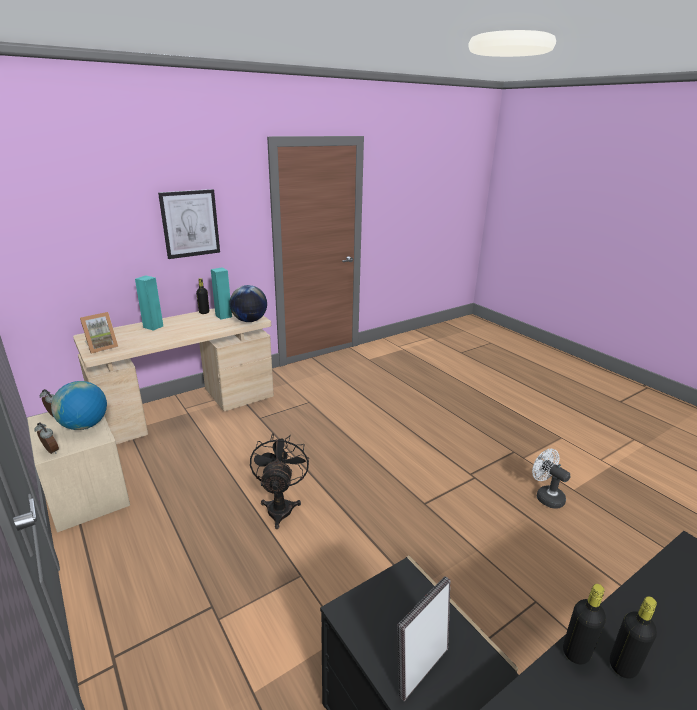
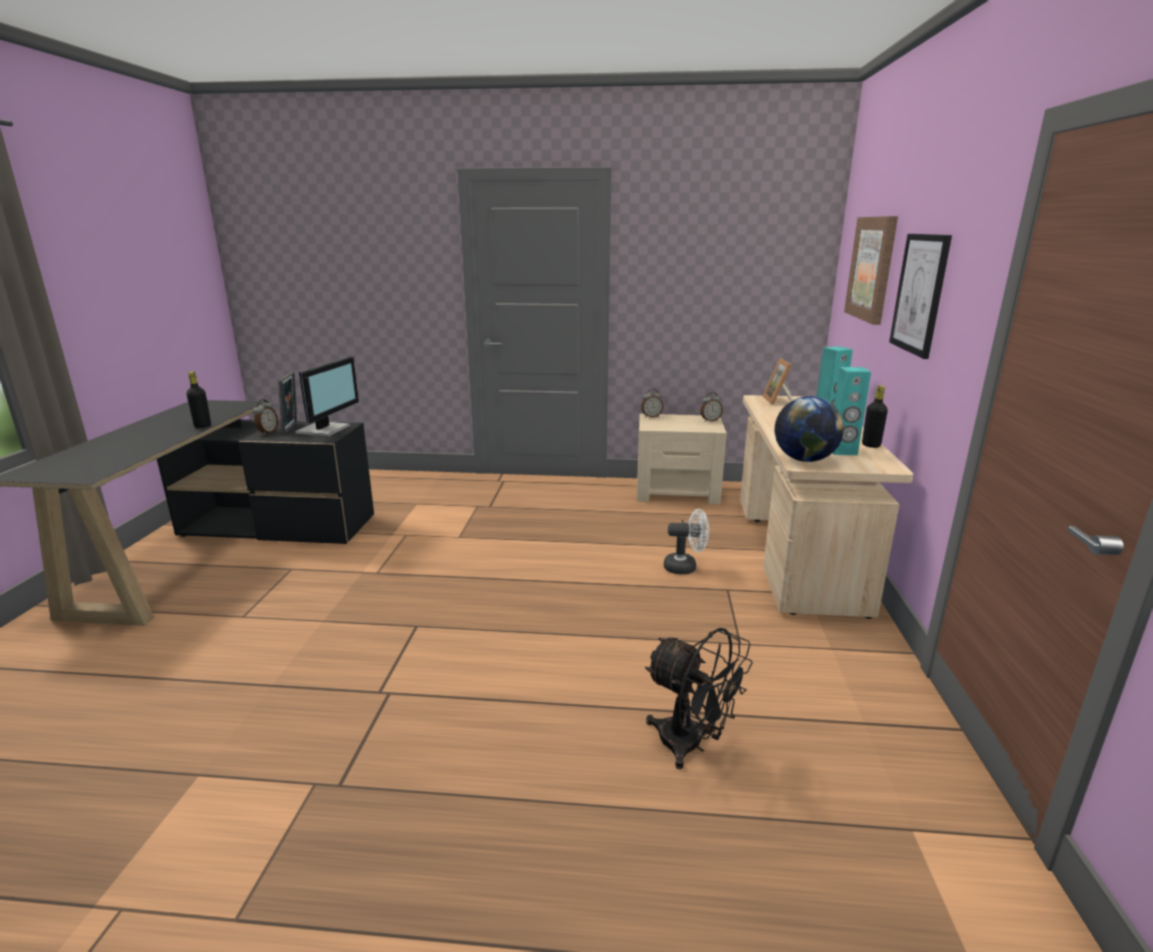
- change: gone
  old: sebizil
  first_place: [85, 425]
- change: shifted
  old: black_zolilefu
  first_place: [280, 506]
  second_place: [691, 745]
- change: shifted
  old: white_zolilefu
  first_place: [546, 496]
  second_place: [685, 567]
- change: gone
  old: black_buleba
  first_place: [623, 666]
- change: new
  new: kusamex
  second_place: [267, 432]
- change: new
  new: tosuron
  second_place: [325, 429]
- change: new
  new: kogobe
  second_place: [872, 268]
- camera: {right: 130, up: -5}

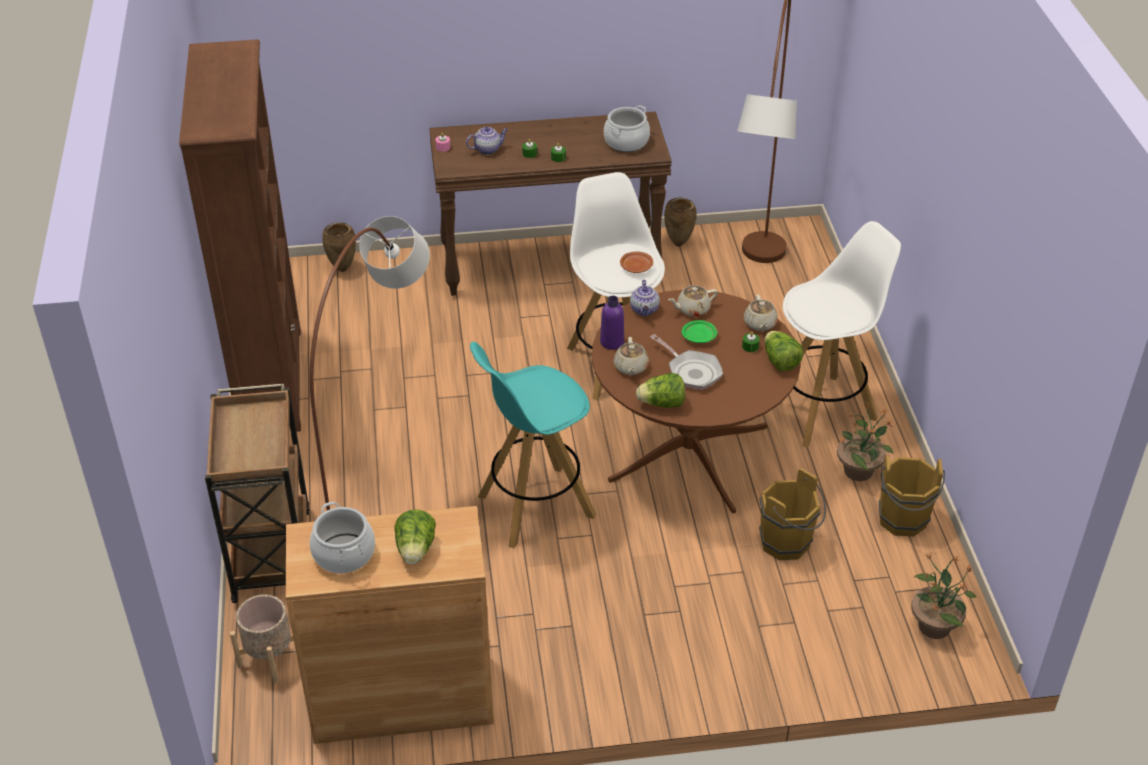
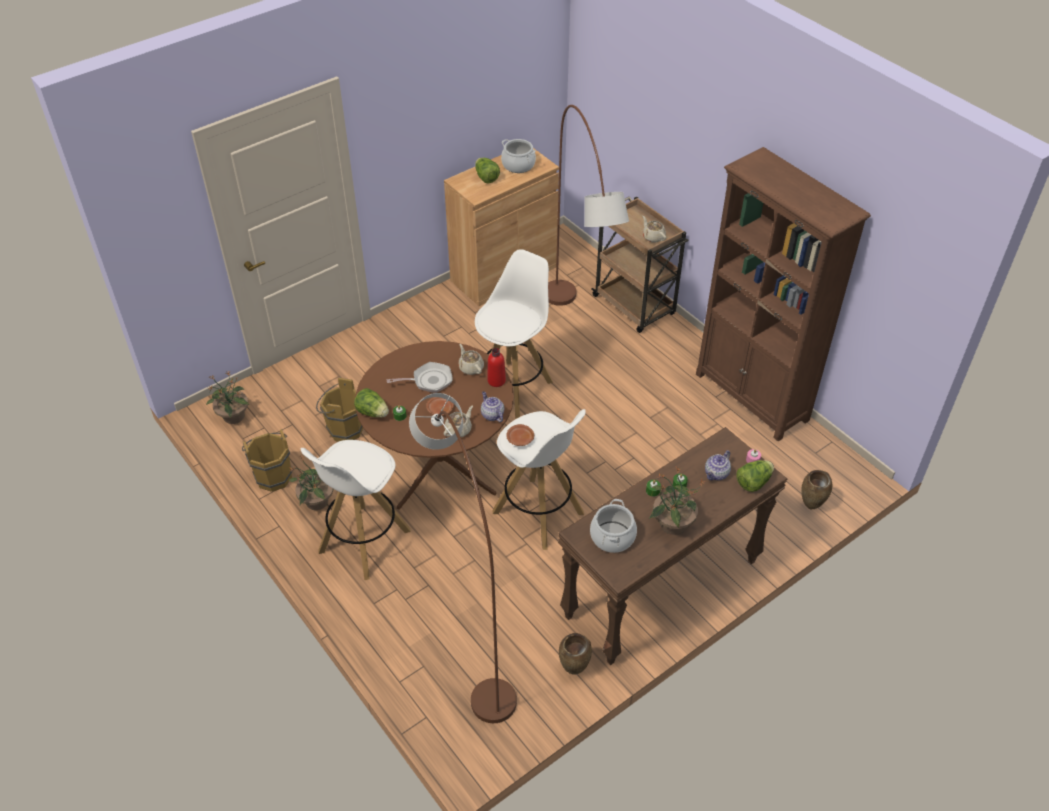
- change: gone
  old: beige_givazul
  first_place: [269, 657]
- change: repainted
  old: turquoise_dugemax
  new: white_dugemax
  first_place: [534, 506]
  second_place: [513, 388]
- change: repainted
  old: purple_buleba
  new: red_buleba
  first_place: [612, 342]
  second_place: [496, 381]
- change: shifted
  old: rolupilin
  first_place: [662, 404]
  second_place: [753, 482]
- change: rotated
  old: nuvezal
  first_place: [691, 371]
  second_place: [429, 381]
  degrees: 150
- change: repainted
  old: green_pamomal
  new: brown_pamomal
  first_place: [699, 336]
  second_place: [440, 409]
- change: shifted
  old: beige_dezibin
  first_place: [760, 324]
  second_place: [653, 237]
- change: new
  new: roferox
  second_place: [672, 524]
- camera: {right: 150, up: 5}

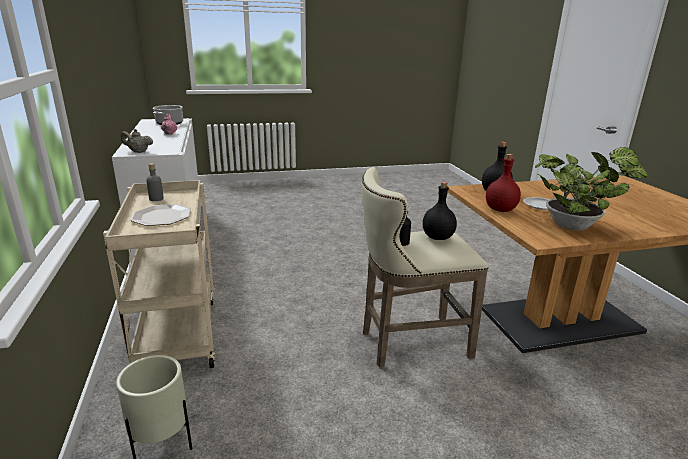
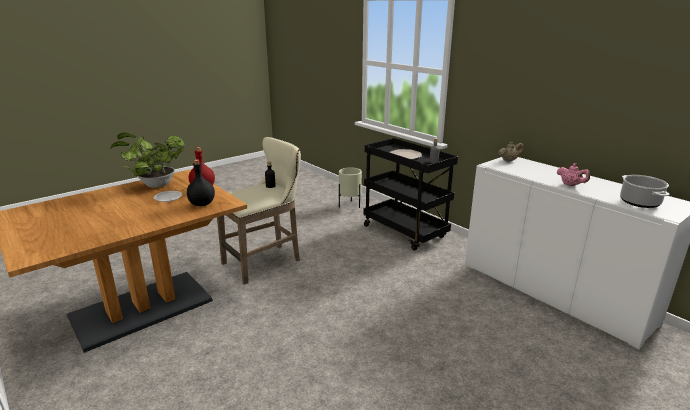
- change: repainted
  old: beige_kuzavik
  new: black_kuzavik
  first_place: [177, 333]
  second_place: [405, 232]
- change: gone
  old: black_buleba
  first_place: [437, 237]
- camera: {right: 155, up: 0}

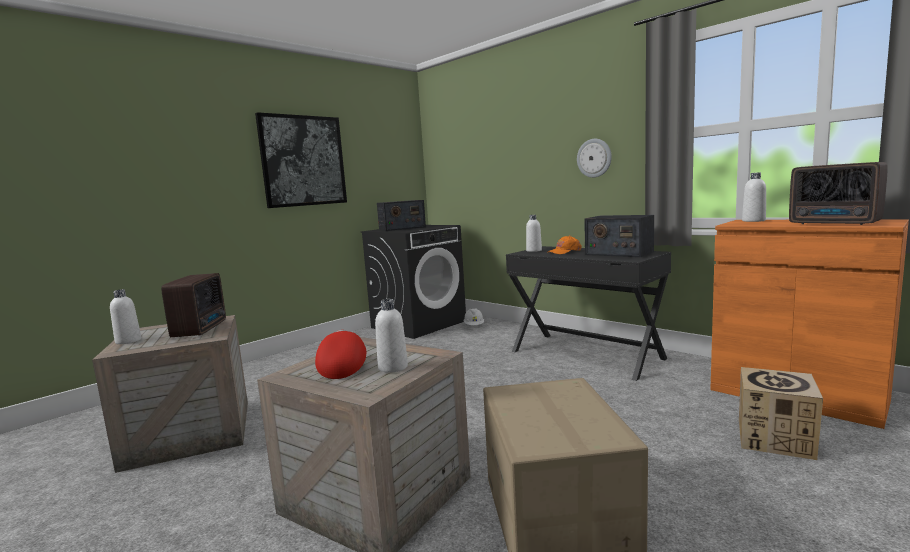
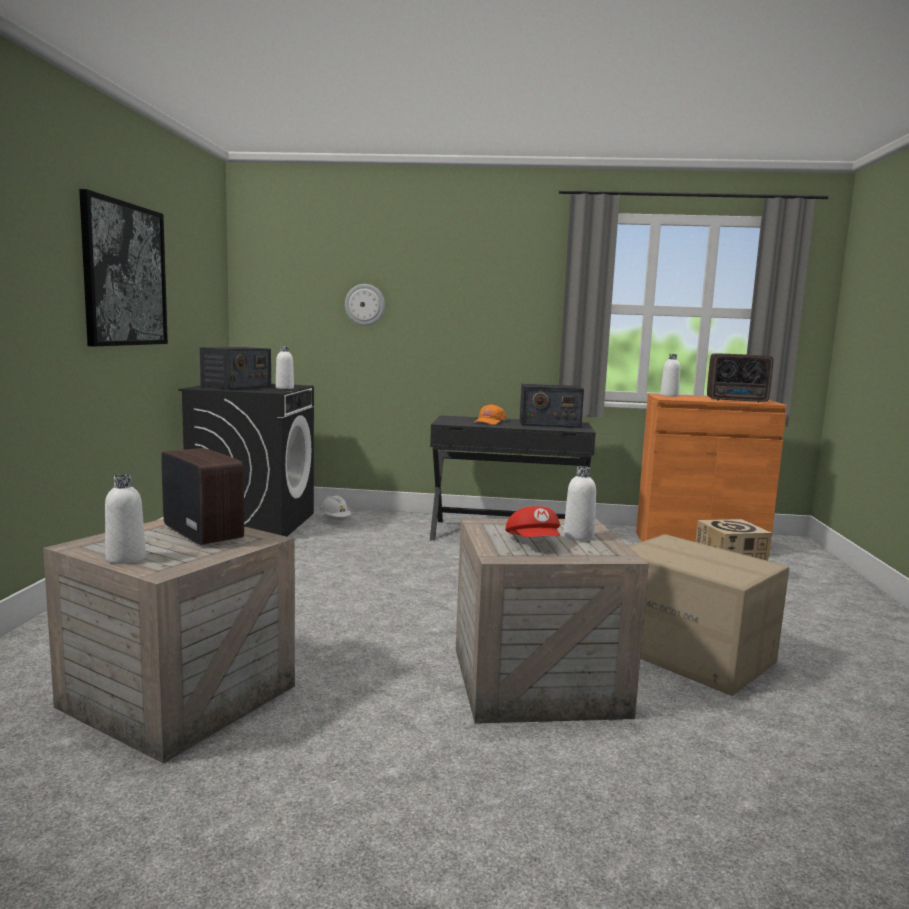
- change: rotated
  old: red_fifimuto
  first_place: [342, 367]
  second_place: [534, 543]
  degrees: -150
- change: shifted
  old: white_buleba
  first_place: [534, 250]
  second_place: [284, 388]
- change: shifted
  old: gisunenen
  first_place: [594, 158]
  second_place: [365, 304]
- camera: {right: -40, up: 0}

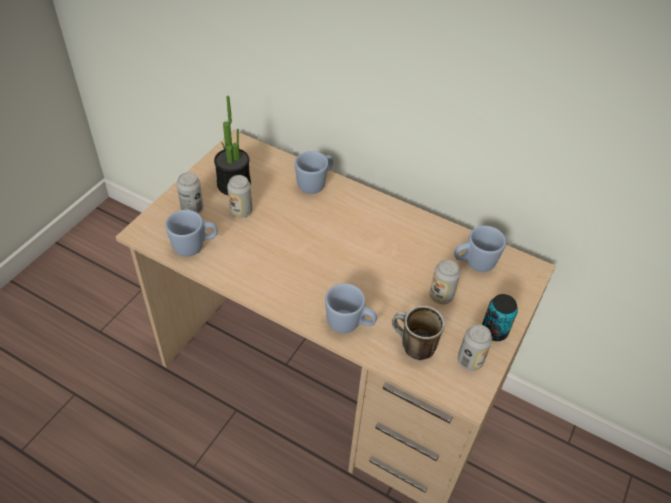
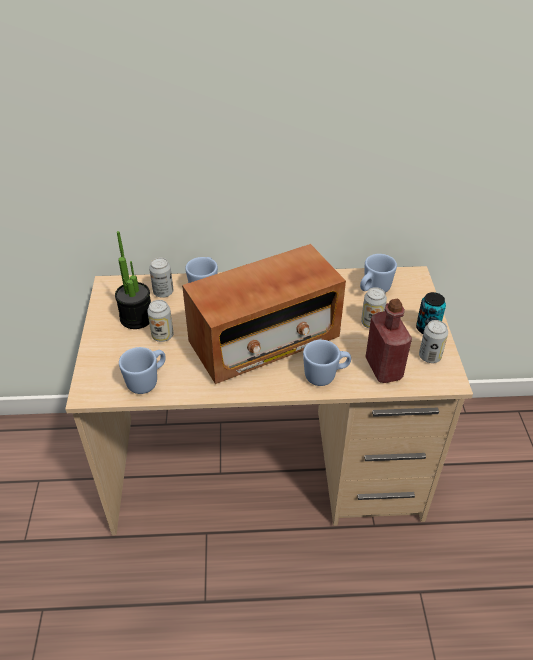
- change: shifted
  old: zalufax
  first_place: [192, 209]
  second_place: [163, 292]
- change: swapped
  old: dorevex
  new: red_buleba
  first_place: [412, 347]
  second_place: [383, 368]
- change: new
  new: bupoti
  second_place: [264, 341]
- camera: {right: -30, up: -5}

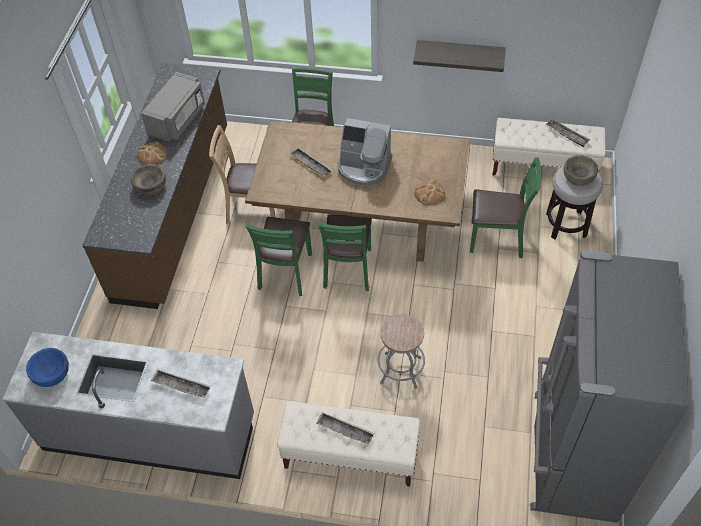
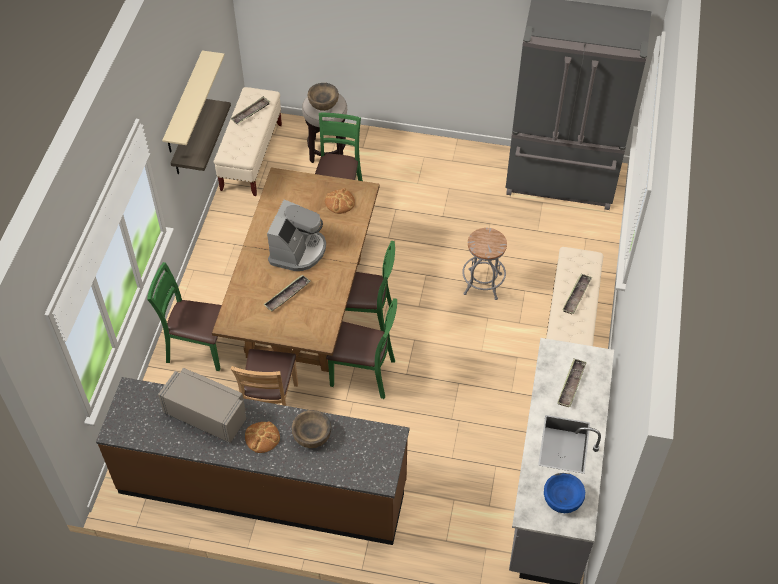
- change: new
  new: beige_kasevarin
  second_place: [184, 103]
- camera: {right: -90, up: 0}

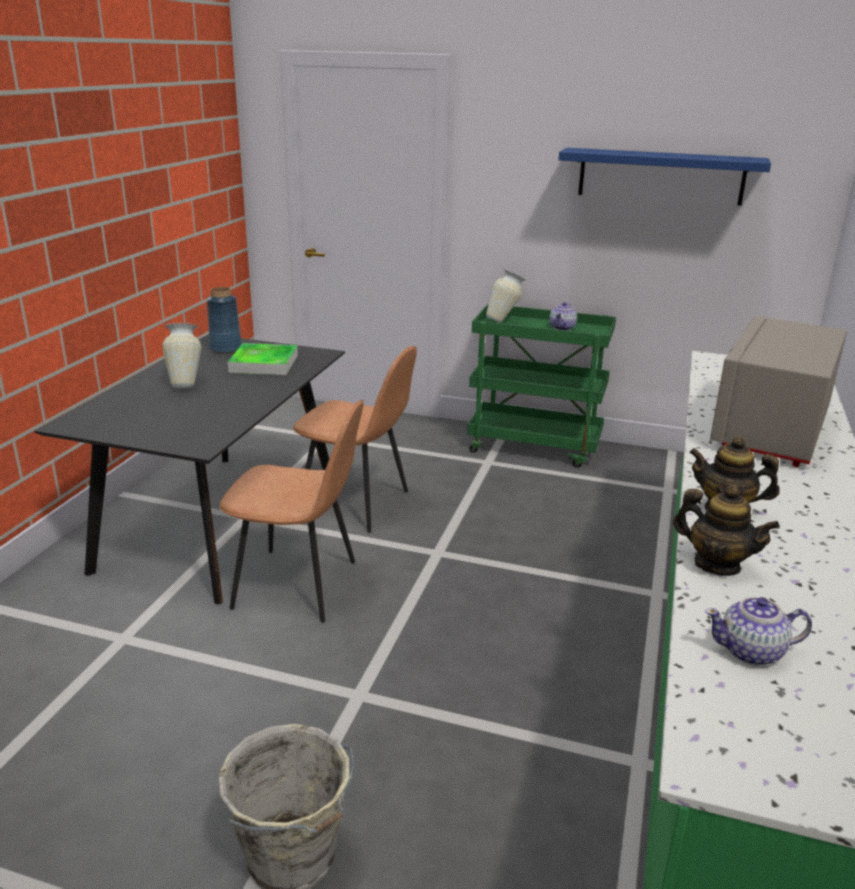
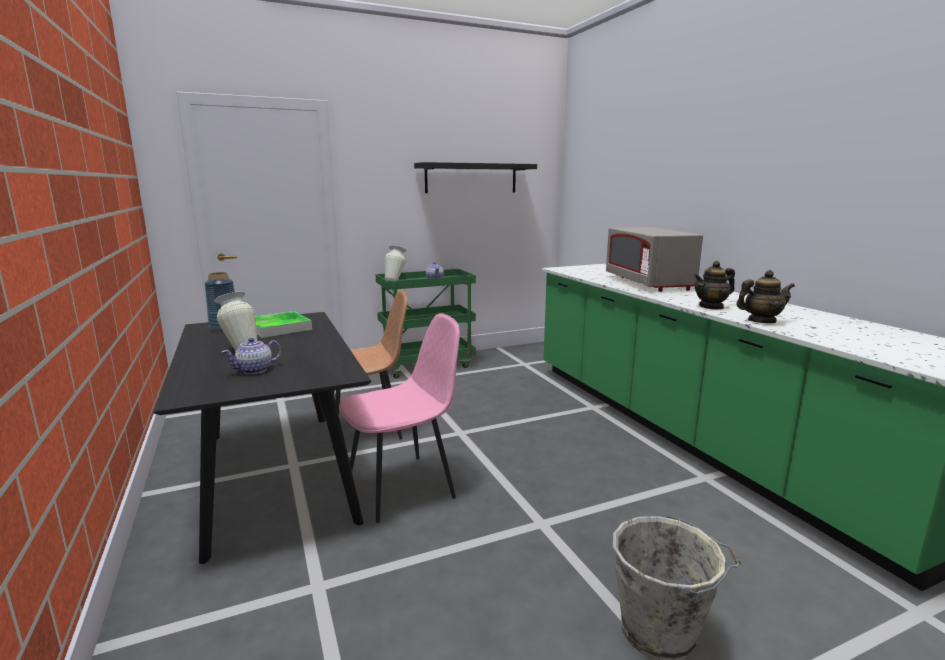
- change: repainted
  old: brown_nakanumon
  new: pink_nakanumon
  first_place: [299, 585]
  second_place: [403, 486]
- change: repainted
  old: blue_kasevarin
  new: black_kasevarin
  first_place: [660, 176]
  second_place: [471, 178]
- change: shifted
  old: dezibin
  first_place: [752, 651]
  second_place: [255, 370]
- camera: {right: -40, up: -10}

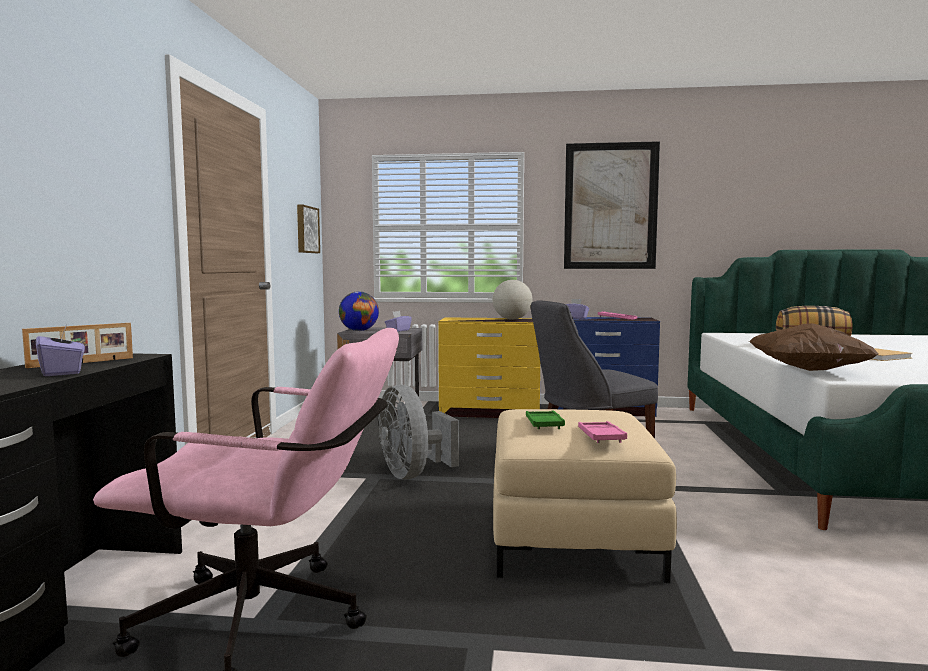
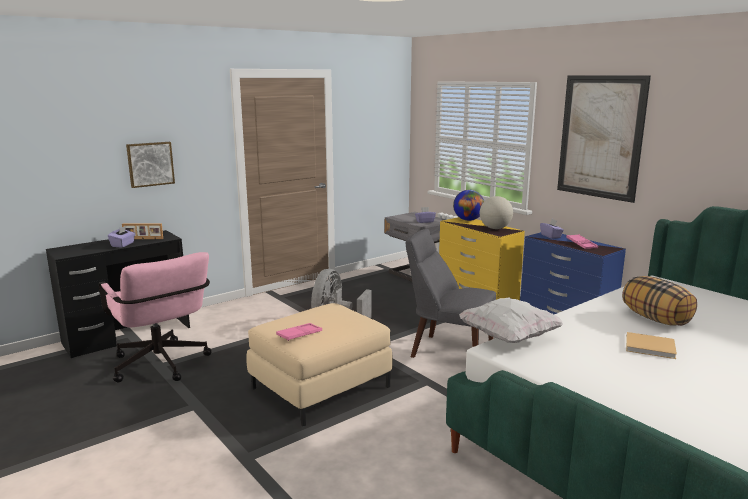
- change: shifted
  old: kogobe
  first_place: [306, 229]
  second_place: [150, 164]
- change: shifted
  old: sebizil
  first_place: [359, 331]
  second_place: [468, 220]
- change: gone
  old: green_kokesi
  first_place: [544, 424]
- change: repainted
  old: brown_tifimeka
  new: white_tifimeka
  first_place: [808, 370]
  second_place: [508, 337]
- camera: {right: 45, up: 10}

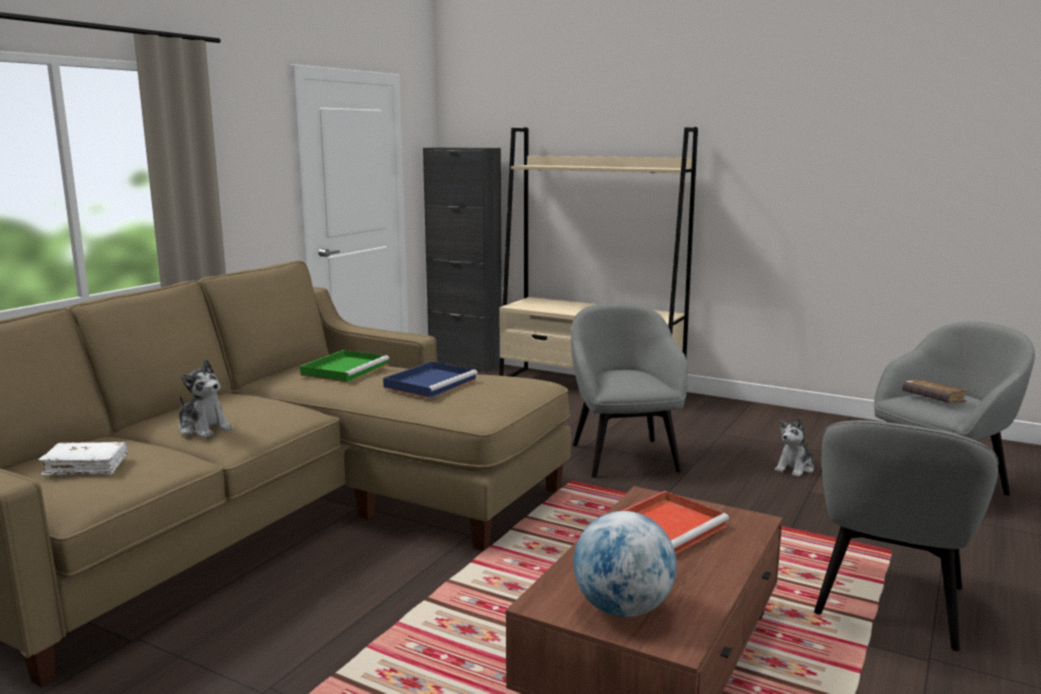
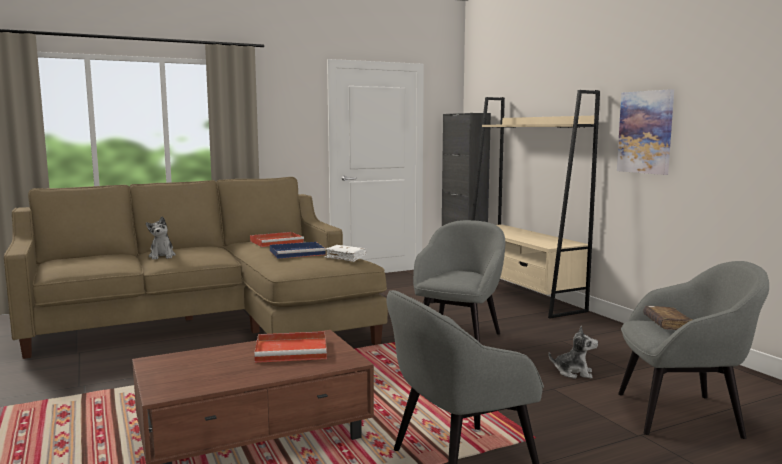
- change: shifted
  old: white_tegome
  first_place: [86, 467]
  second_place: [345, 257]
- change: repainted
  old: green_kokesi
  new: red_kokesi
  first_place: [345, 369]
  second_place: [277, 241]
- change: gone
  old: sebizil
  first_place: [623, 609]
- change: rotated
  old: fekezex
  first_place: [795, 468]
  second_place: [573, 373]
  degrees: -150
- change: new
  new: kogobe
  second_place: [645, 132]
- camera: {right: 35, up: -5}

